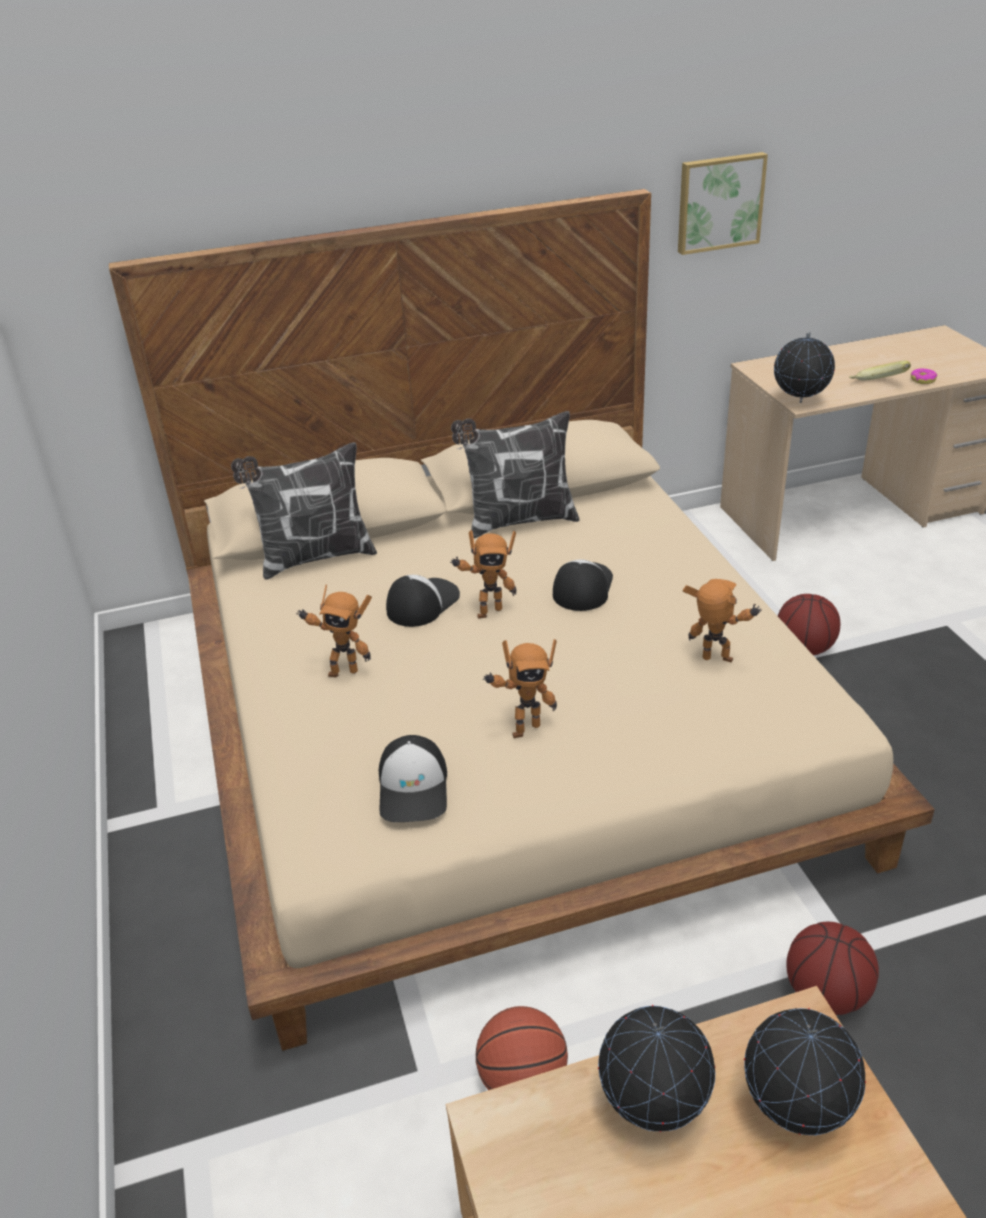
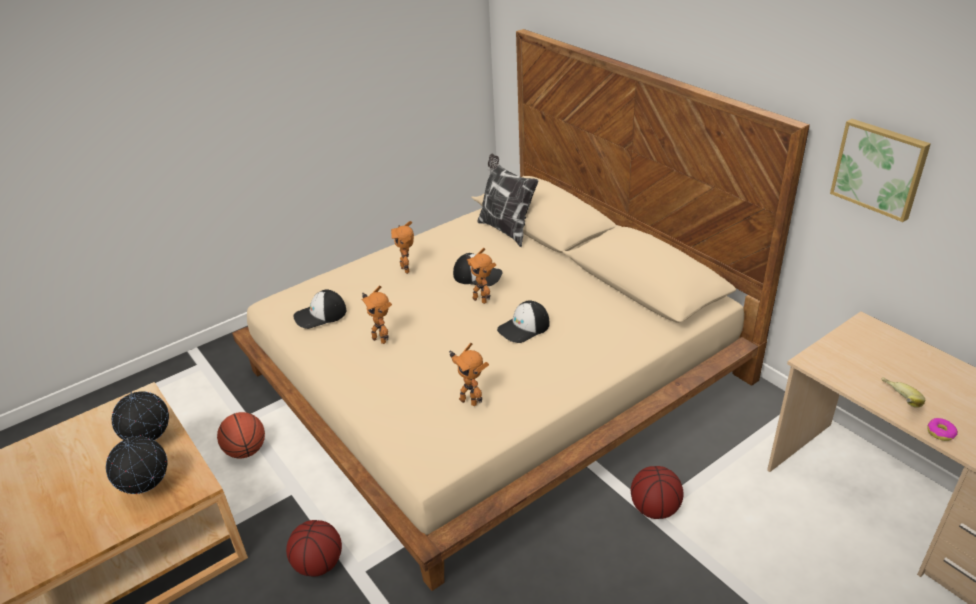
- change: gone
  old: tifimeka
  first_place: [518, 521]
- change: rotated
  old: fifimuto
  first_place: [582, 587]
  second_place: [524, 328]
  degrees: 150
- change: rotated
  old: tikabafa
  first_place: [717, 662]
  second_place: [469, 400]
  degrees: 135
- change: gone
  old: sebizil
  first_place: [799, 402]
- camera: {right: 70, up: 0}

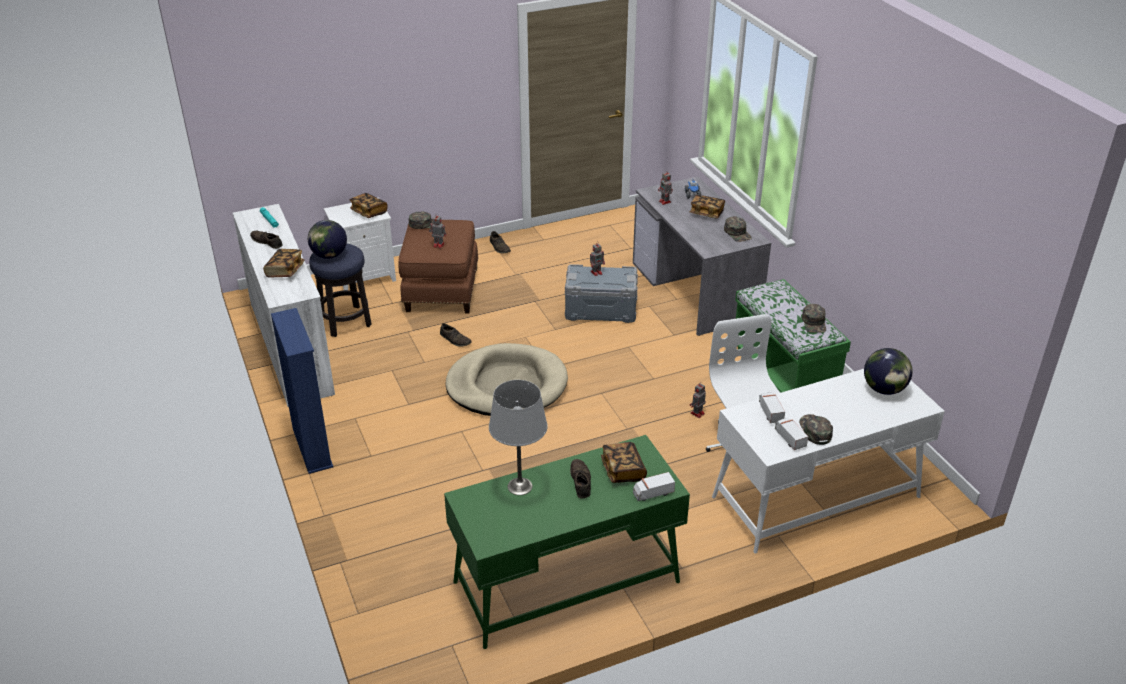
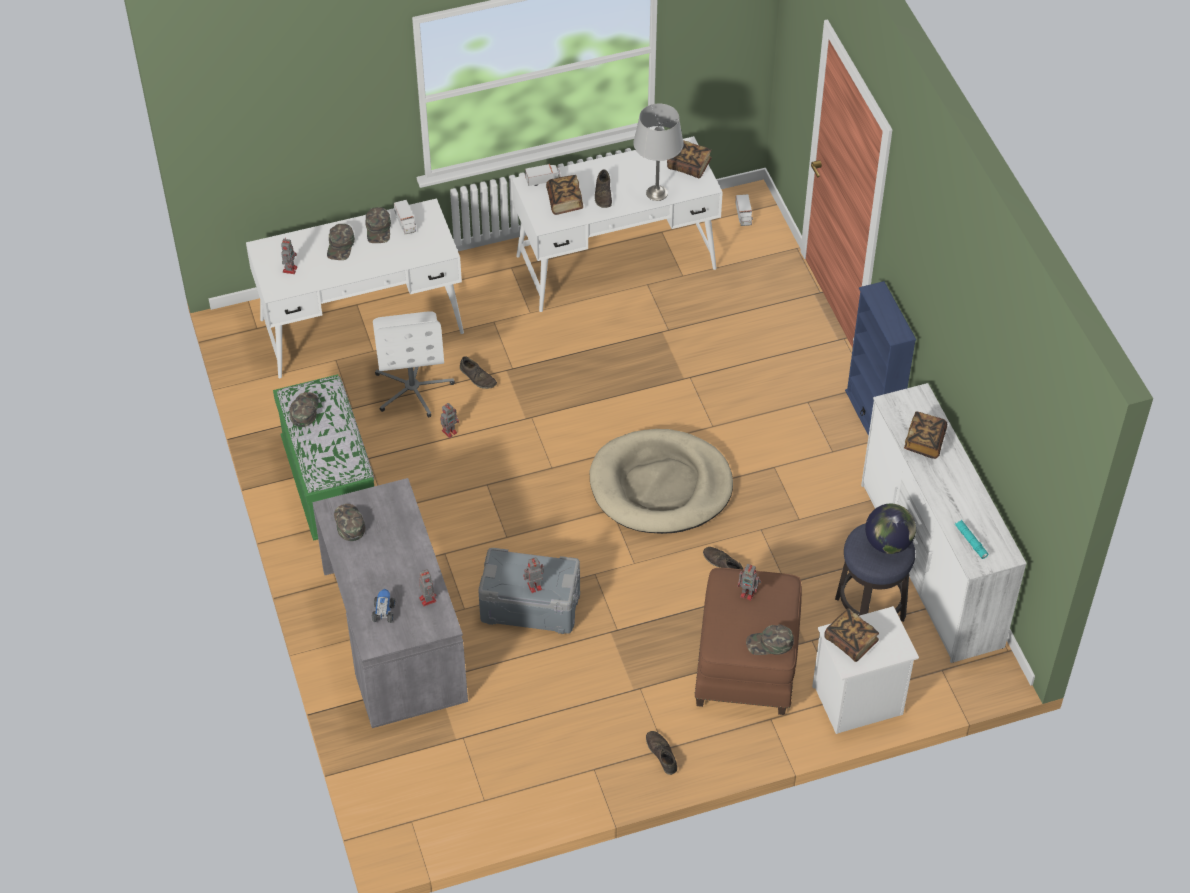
- change: shifted
  old: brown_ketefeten
  first_place: [267, 242]
  second_place: [478, 377]
- change: repainted
  old: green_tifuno
  new: white_tifuno
  first_place: [565, 581]
  second_place: [616, 262]
- change: shifted
  old: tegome
  first_place: [706, 213]
  second_place: [689, 166]
- change: shifted
  old: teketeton
  first_place: [770, 412]
  second_place: [743, 215]
- change: swapped
  old: sebizil
  new: tikabafa
  first_place: [884, 389]
  second_place: [290, 269]
- change: new
  new: green_fifimuto
  second_place: [341, 246]
- camera: {right: -175, up: 15}

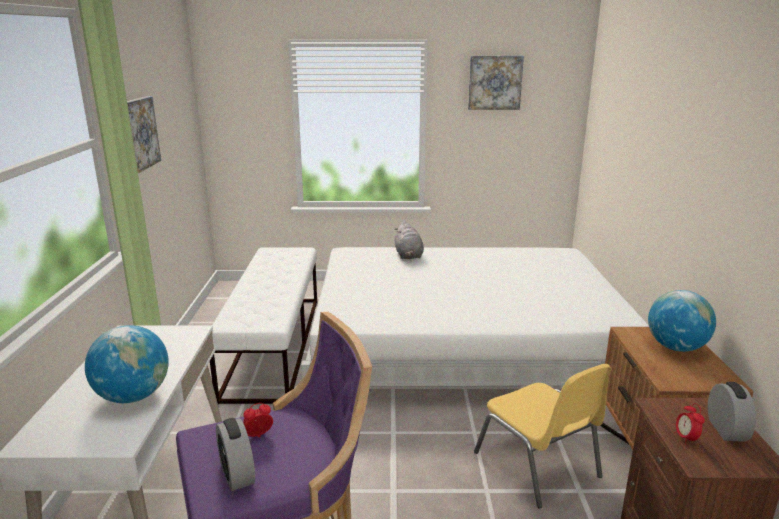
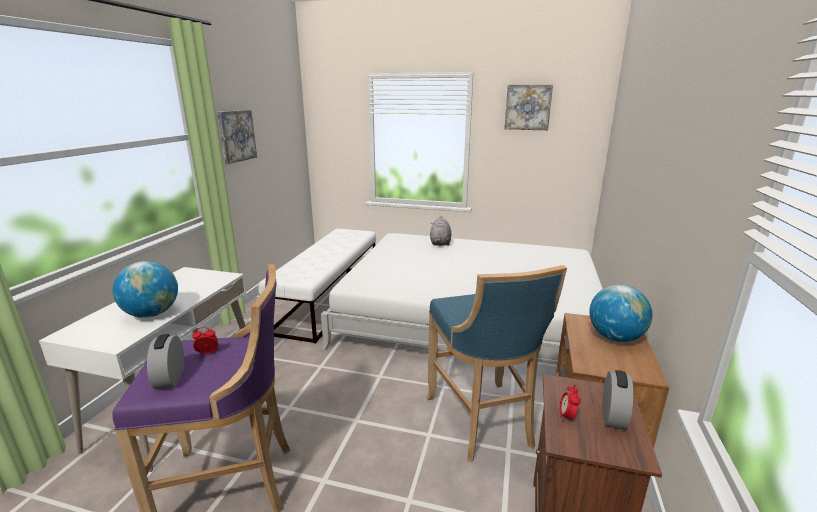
- change: swapped
  old: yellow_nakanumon
  new: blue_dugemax
  first_place: [538, 465]
  second_place: [483, 422]
- camera: {right: 15, up: 0}

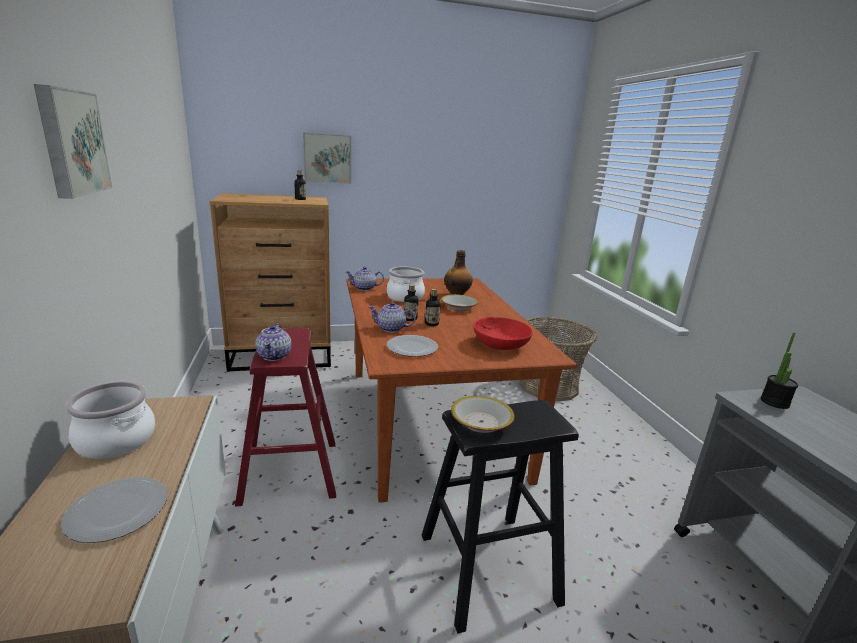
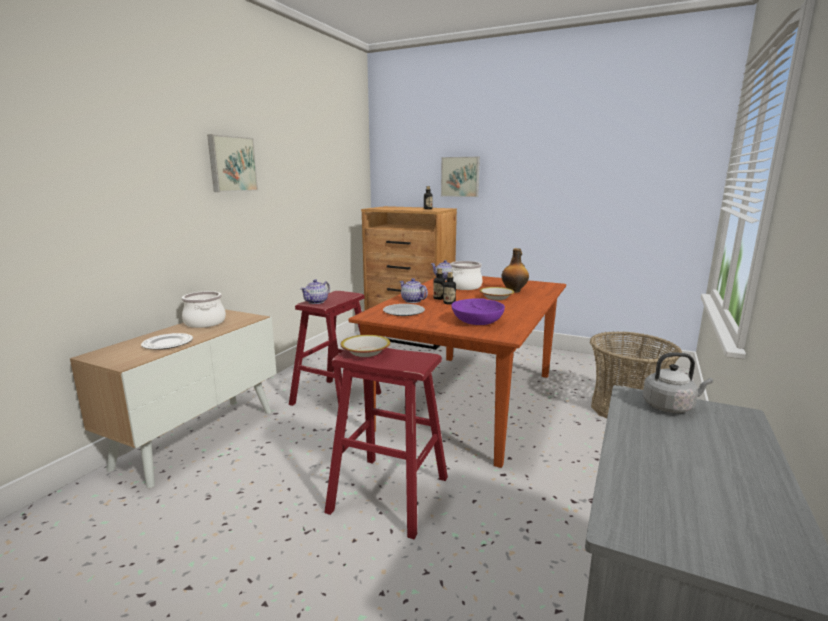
- change: repainted
  old: black_dugemax
  new: red_dugemax
  first_place: [487, 568]
  second_place: [389, 494]
- change: repainted
  old: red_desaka
  new: purple_desaka
  first_place: [500, 344]
  second_place: [476, 321]
- change: swapped
  old: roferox
  new: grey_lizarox
  first_place: [774, 402]
  second_place: [670, 406]
- camera: {right: 40, up: -5}

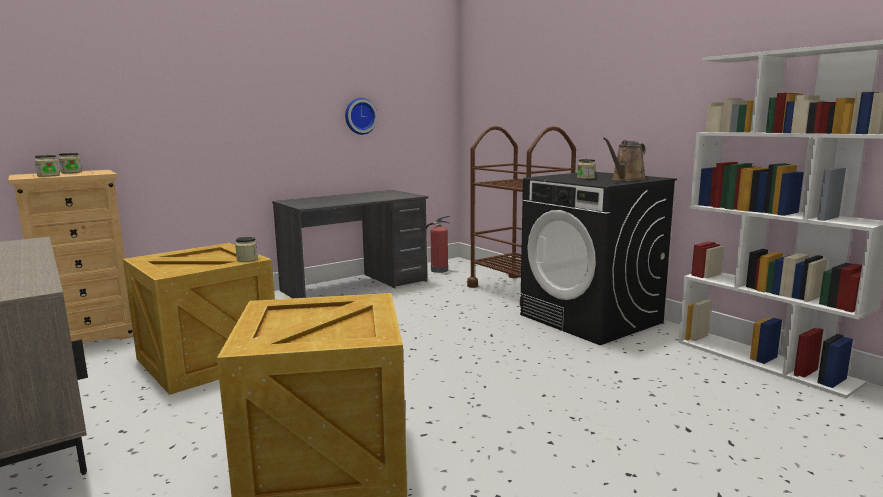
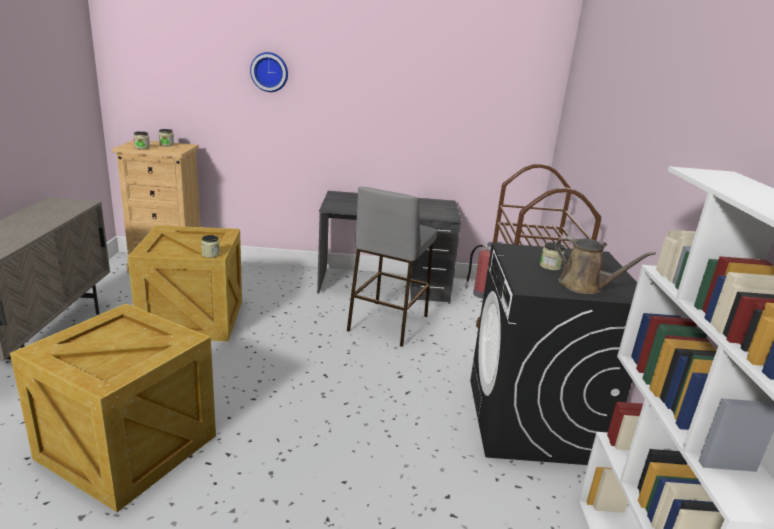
- change: shifted
  old: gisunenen
  first_place: [360, 116]
  second_place: [269, 72]
- change: rotated
  old: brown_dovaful
  first_place: [626, 179]
  second_place: [584, 286]
  degrees: -135
- change: new
  new: grey_dugemax
  second_place: [388, 323]
- camera: {right: 35, up: 10}

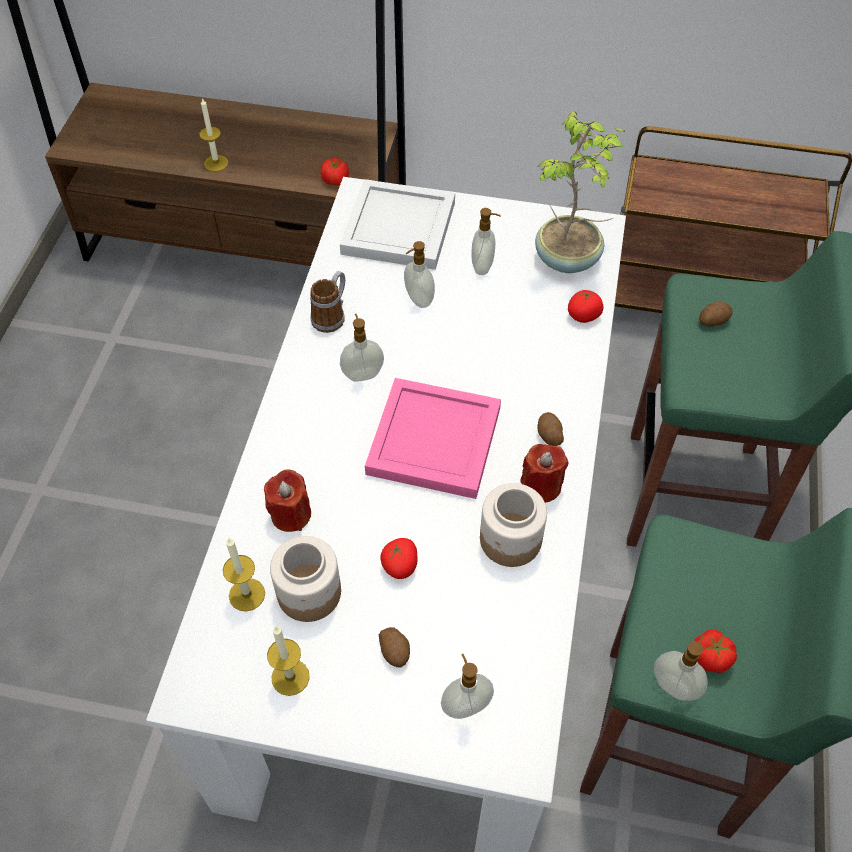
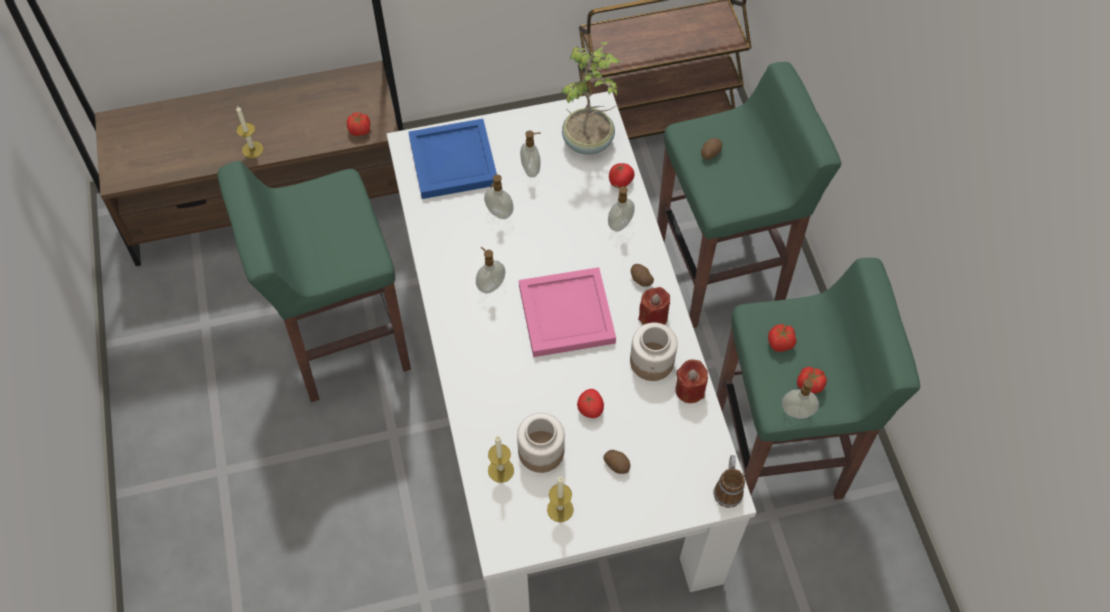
- change: shifted
  old: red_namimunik
  first_place: [291, 514]
  second_place: [689, 390]
- change: shifted
  old: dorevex
  first_place: [332, 315]
  second_place: [728, 488]
- change: repainted
  old: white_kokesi
  new: blue_kokesi
  first_place: [397, 229]
  second_place: [452, 162]
- change: shifted
  old: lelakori
  first_place: [465, 705]
  second_place: [619, 223]
- change: new
  new: green_dugemax
  second_place: [343, 341]
- change: new
  new: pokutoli
  second_place: [780, 343]
- camera: {right: -25, up: 5}

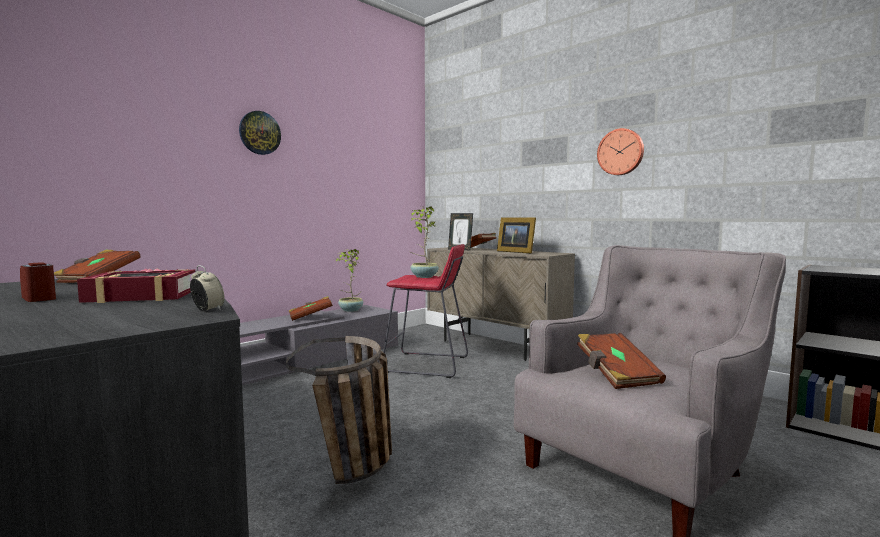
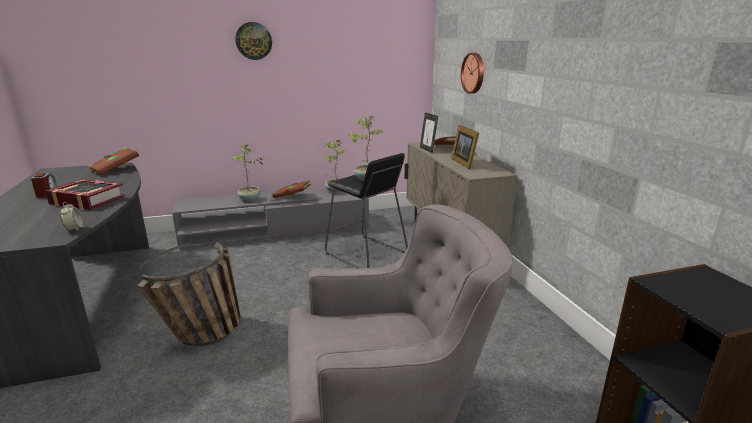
- change: repainted
  old: red_dugemax
  new: black_dugemax
  first_place: [427, 365]
  second_place: [366, 253]
- change: gone
  old: brown_tegome
  first_place: [616, 375]
- change: shifted
  old: gisunenen
  first_place: [621, 152]
  second_place: [474, 73]
- change: new
  new: roferox
  second_place: [249, 199]
- camera: {right: 30, up: 15}

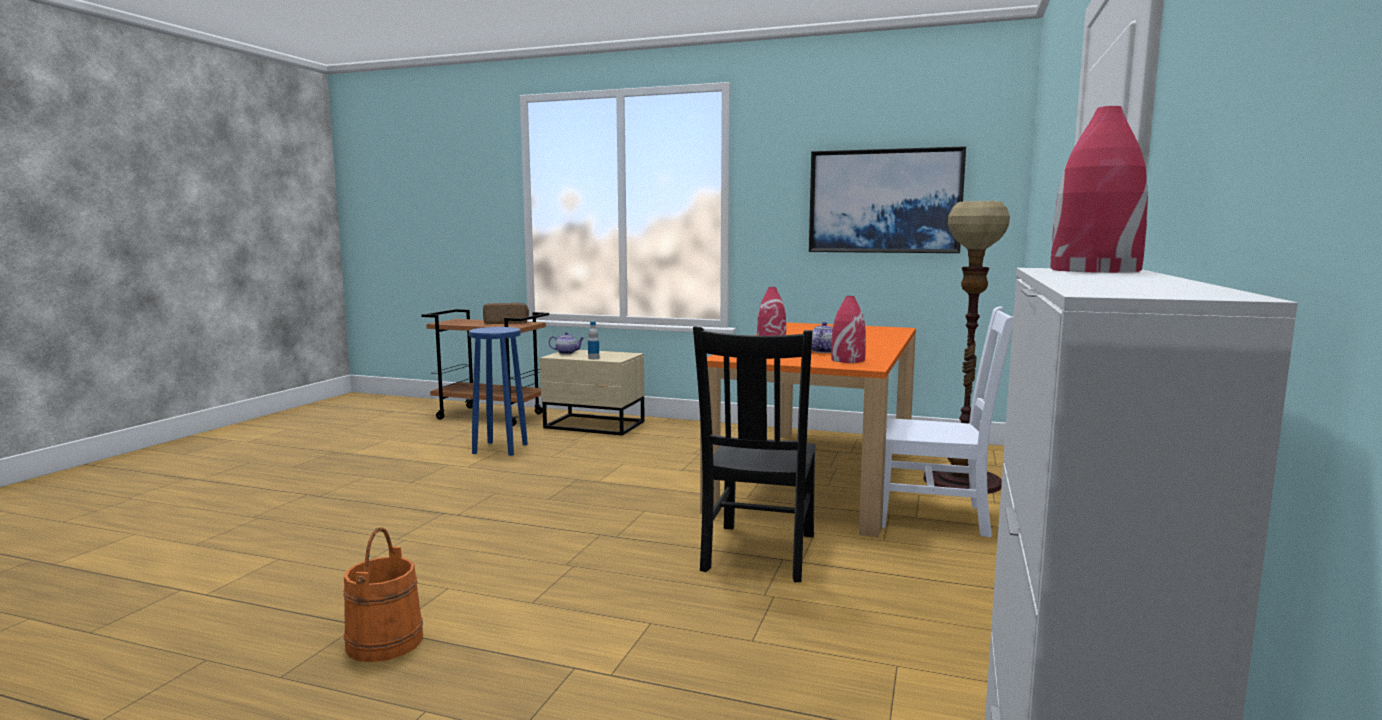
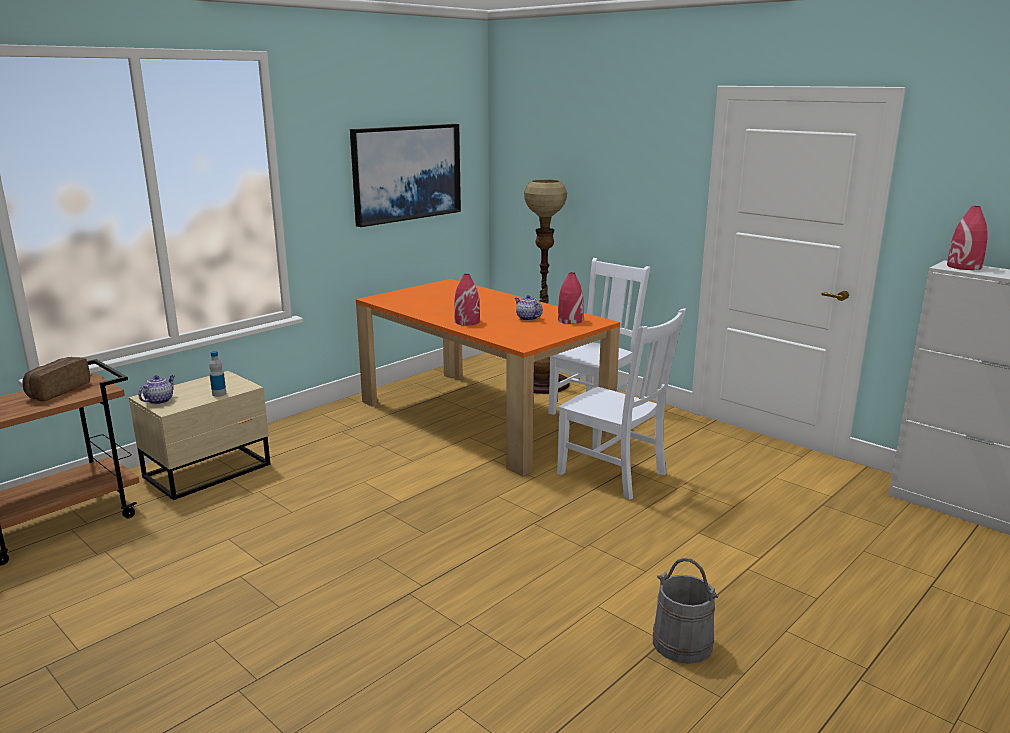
- change: repainted
  old: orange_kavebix
  new: grey_kavebix
  first_place: [384, 641]
  second_place: [682, 643]
- change: gone
  old: blue_dugemax
  first_place: [499, 448]
- change: repainted
  old: black_nakanumon
  new: white_nakanumon
  first_place: [758, 554]
  second_place: [614, 475]
- camera: {right: -65, up: 10}

